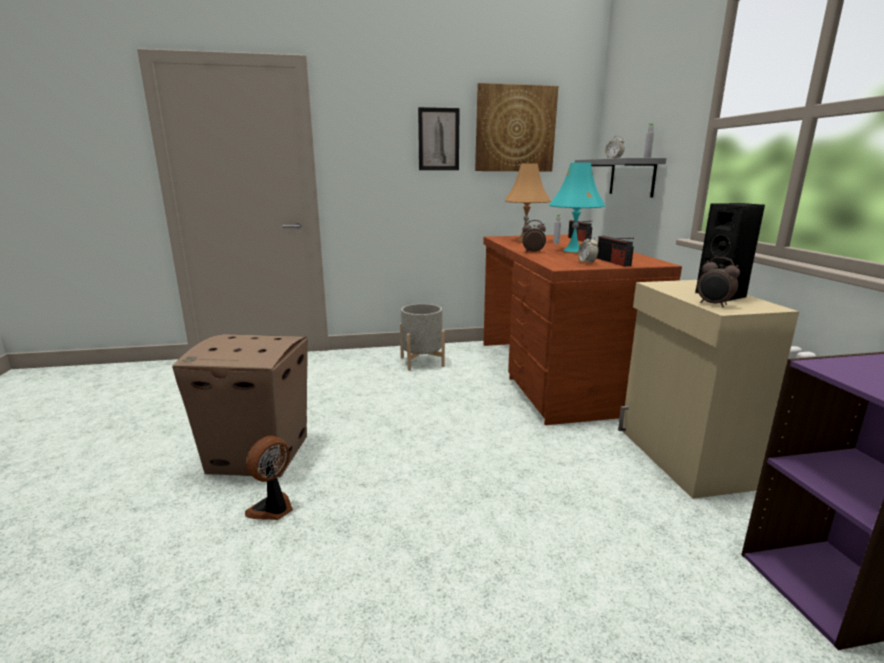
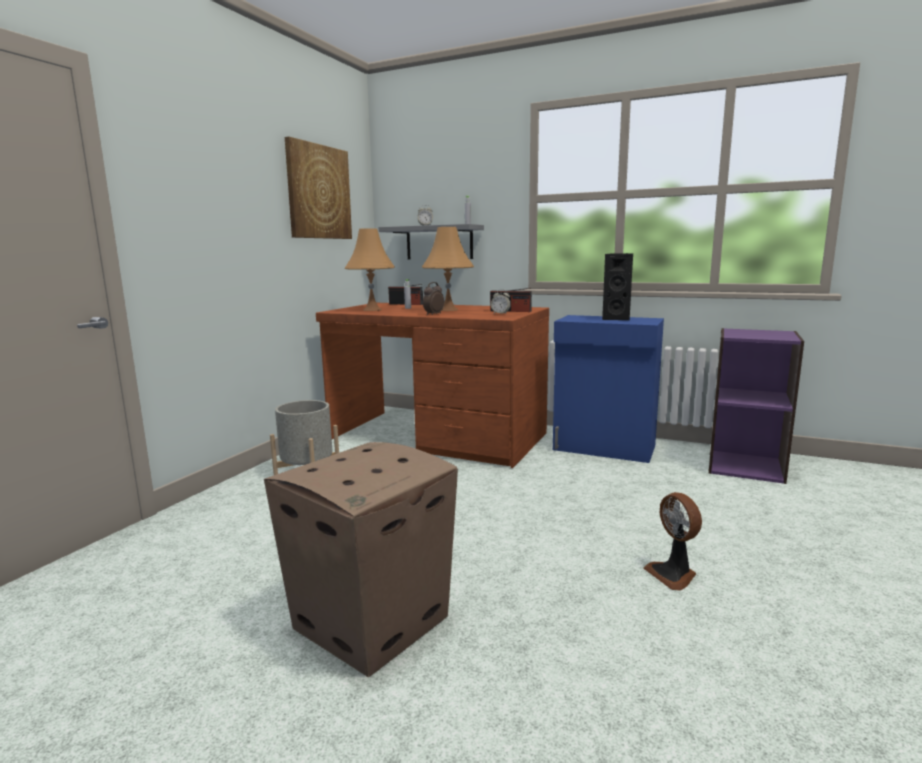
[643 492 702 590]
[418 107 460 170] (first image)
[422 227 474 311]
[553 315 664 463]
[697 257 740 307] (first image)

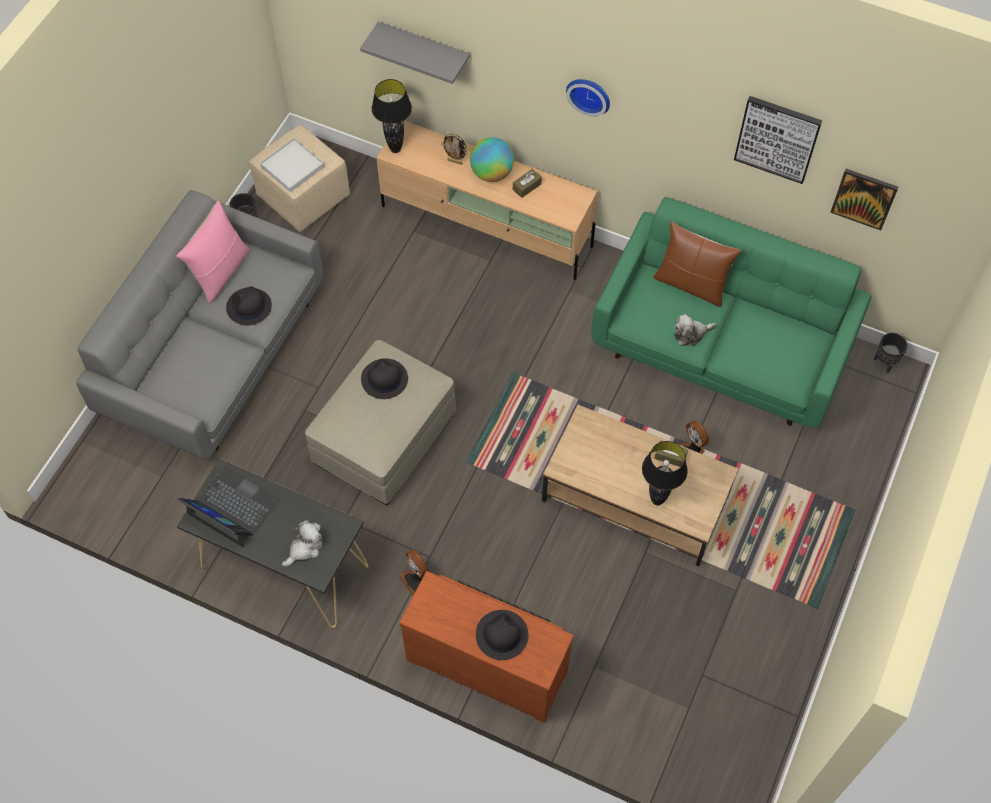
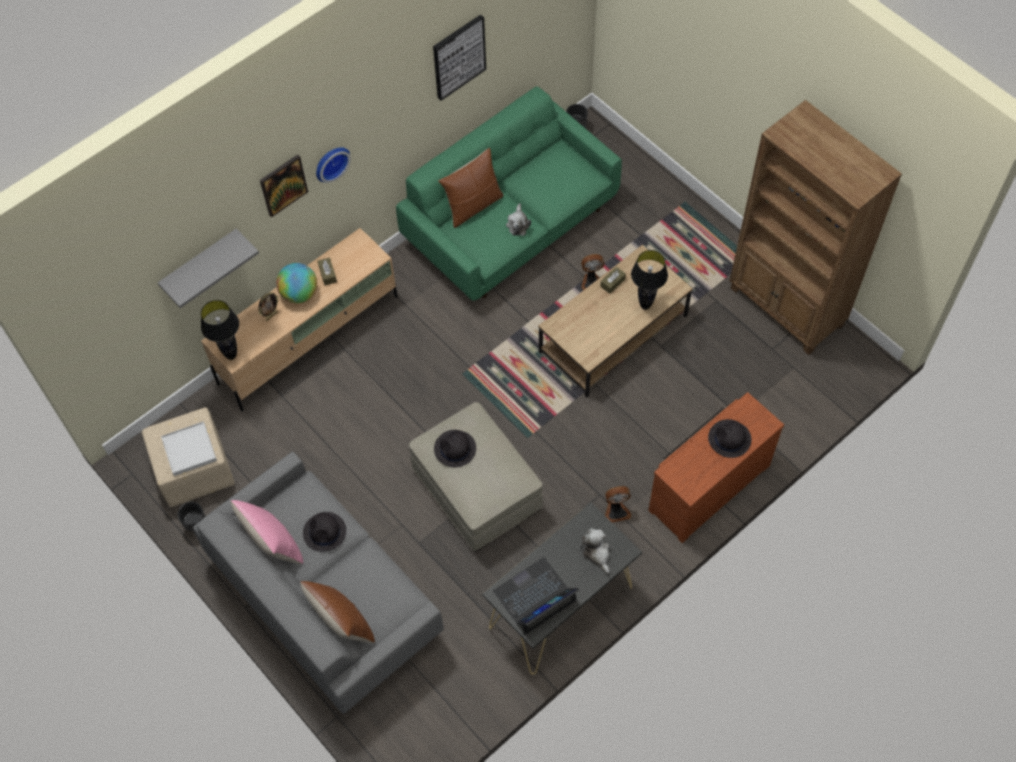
[260 155 308 217]
[300 581 375 643]
[730 100 902 355]

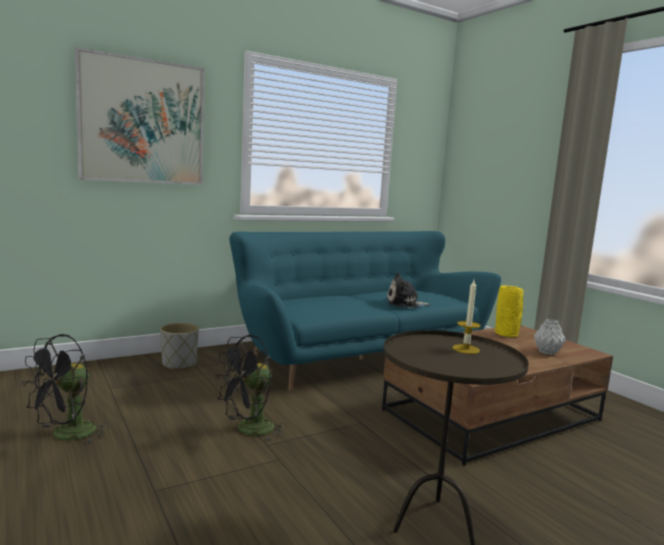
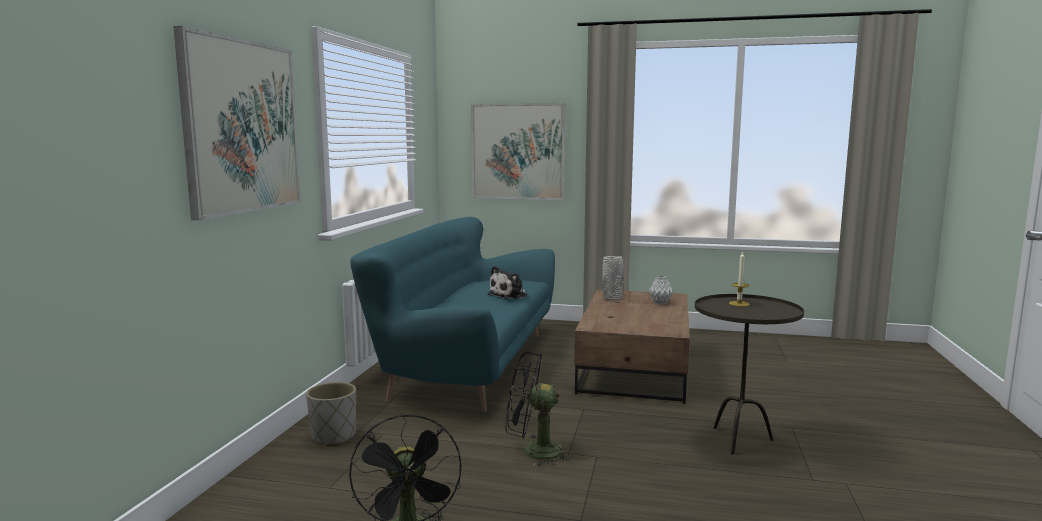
[506 352 573 467]
[602 256 624 300]
[471 103 565 200]

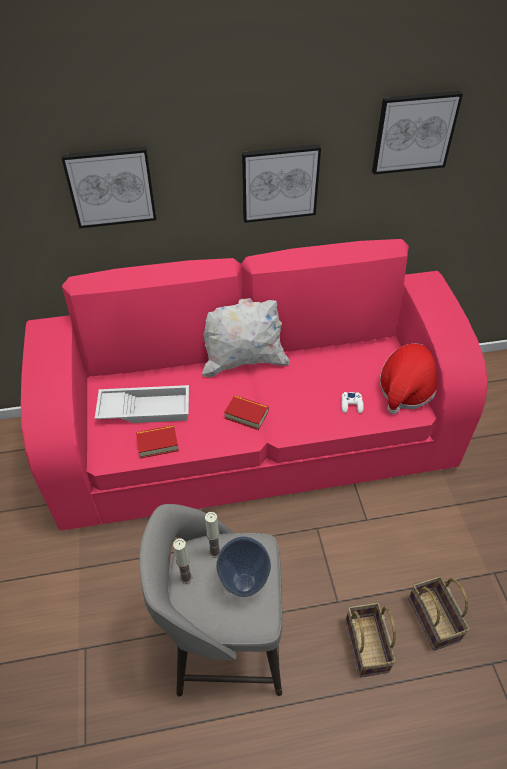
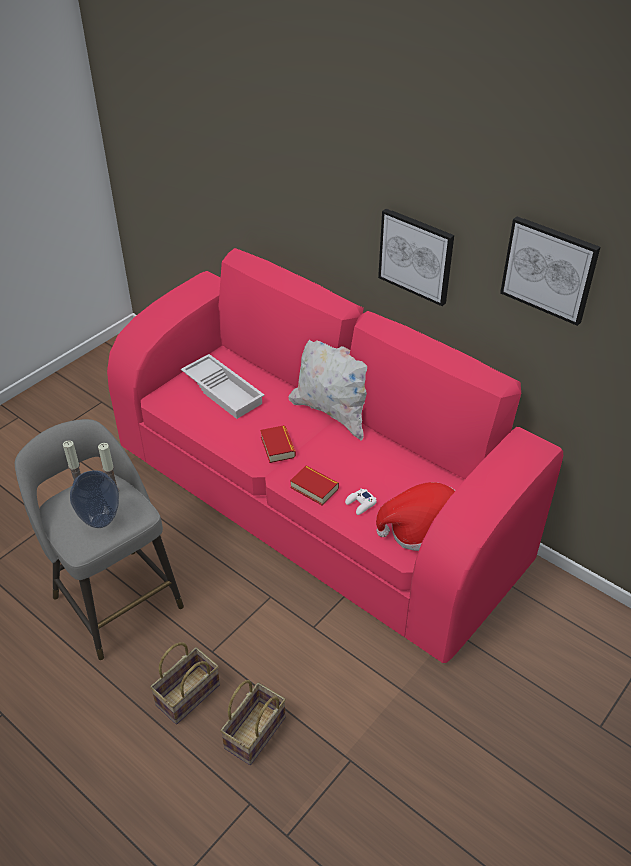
[61 147 156 228] (first image)
[290 466 339 505]

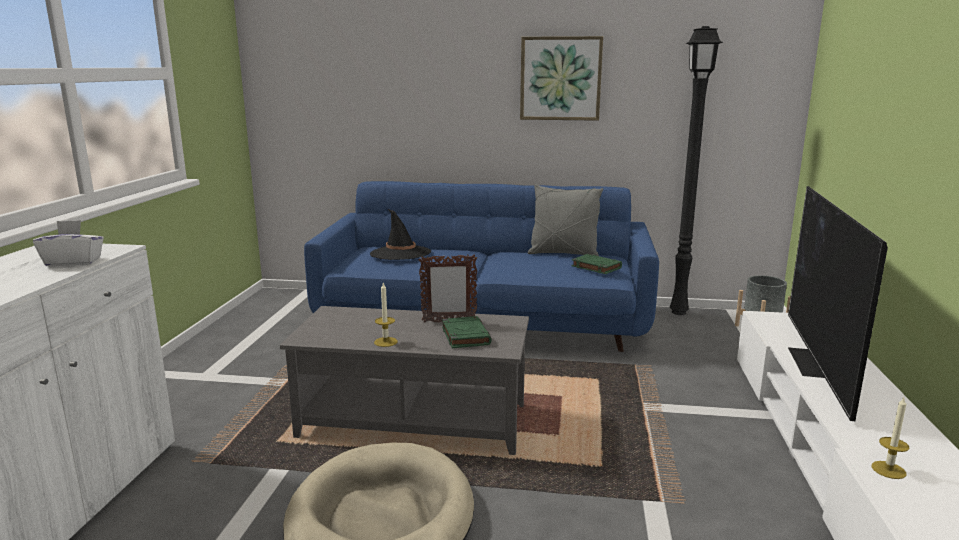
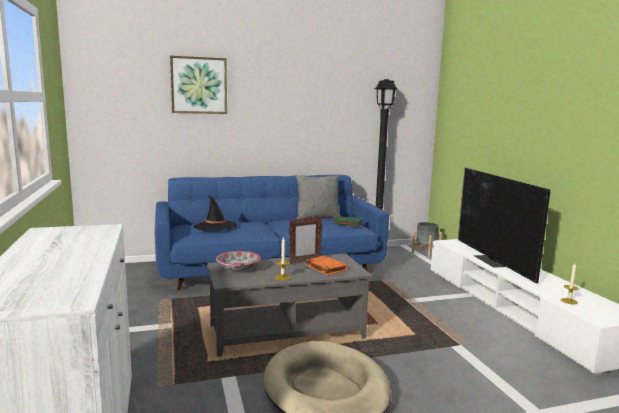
[33 220 104 266] (first image)
[306 256 348 275]
[170 56 227 114]
[216 251 261 271]

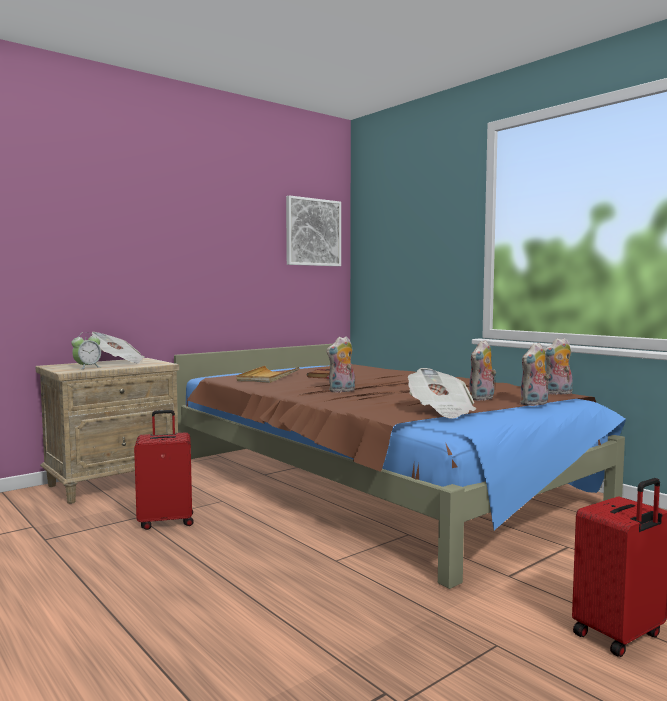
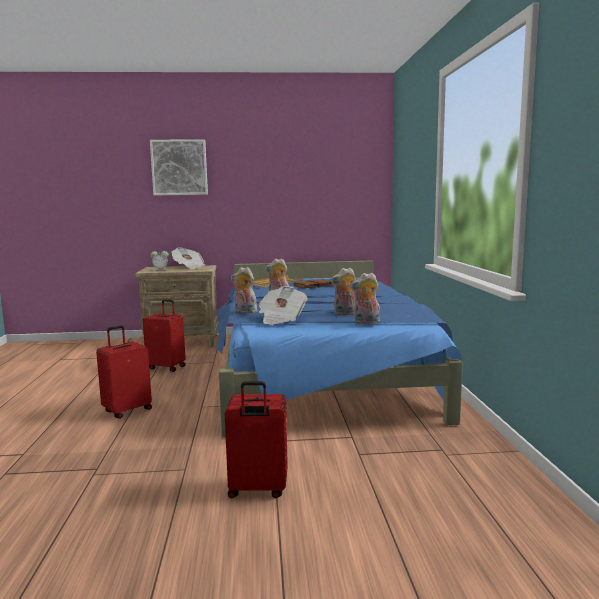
[216 260 463 437]
[150 139 208 196]
[231 267 258 313]
[96 325 152 419]

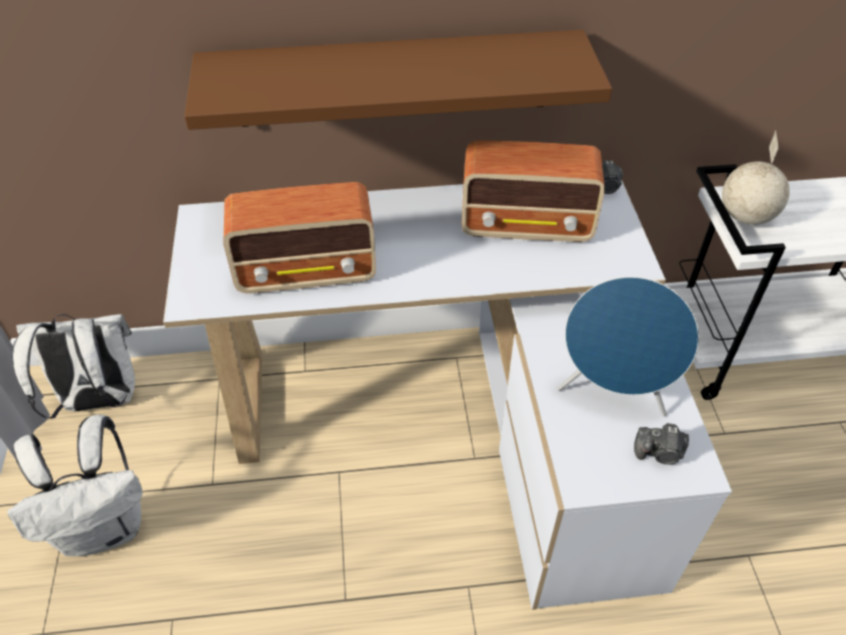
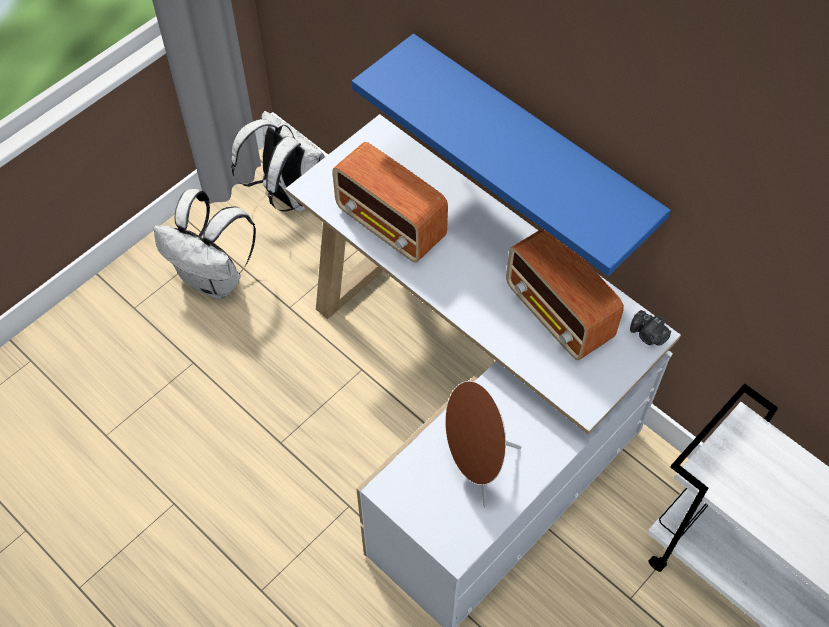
[352 34 671 276]
[445 381 521 507]
[634 423 689 465] (first image)
[722 131 790 225] (first image)

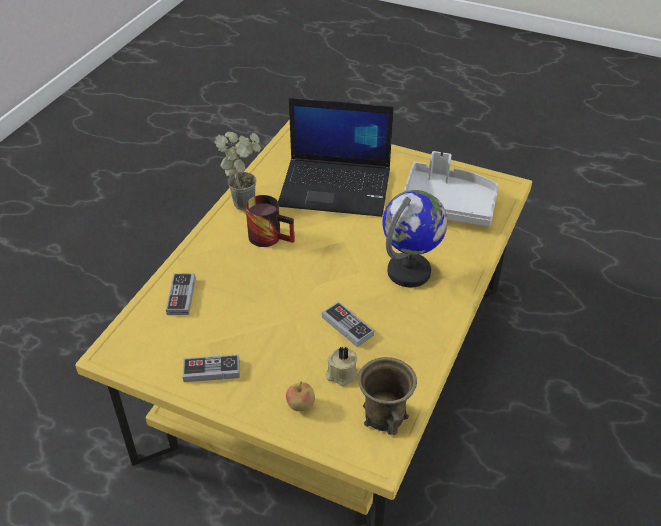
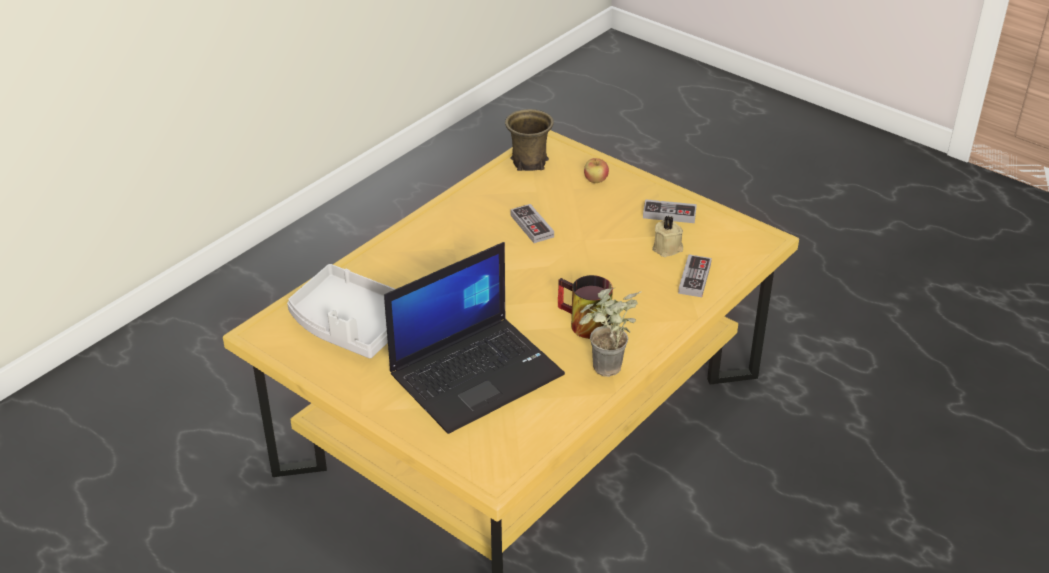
[384 242 565 434]
[652 216 683 257]
[383 190 448 287] (first image)

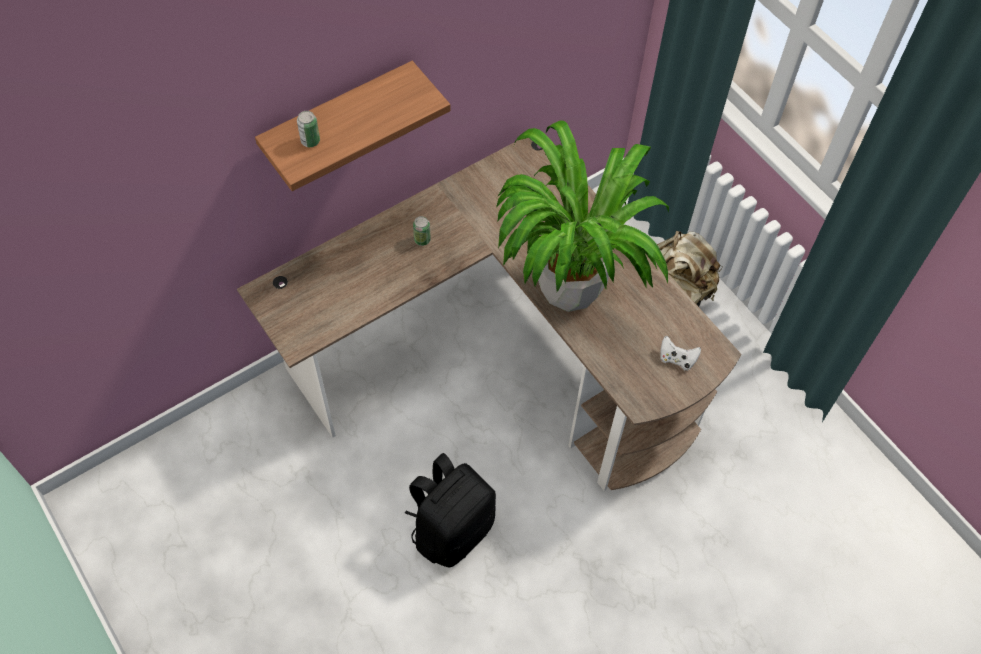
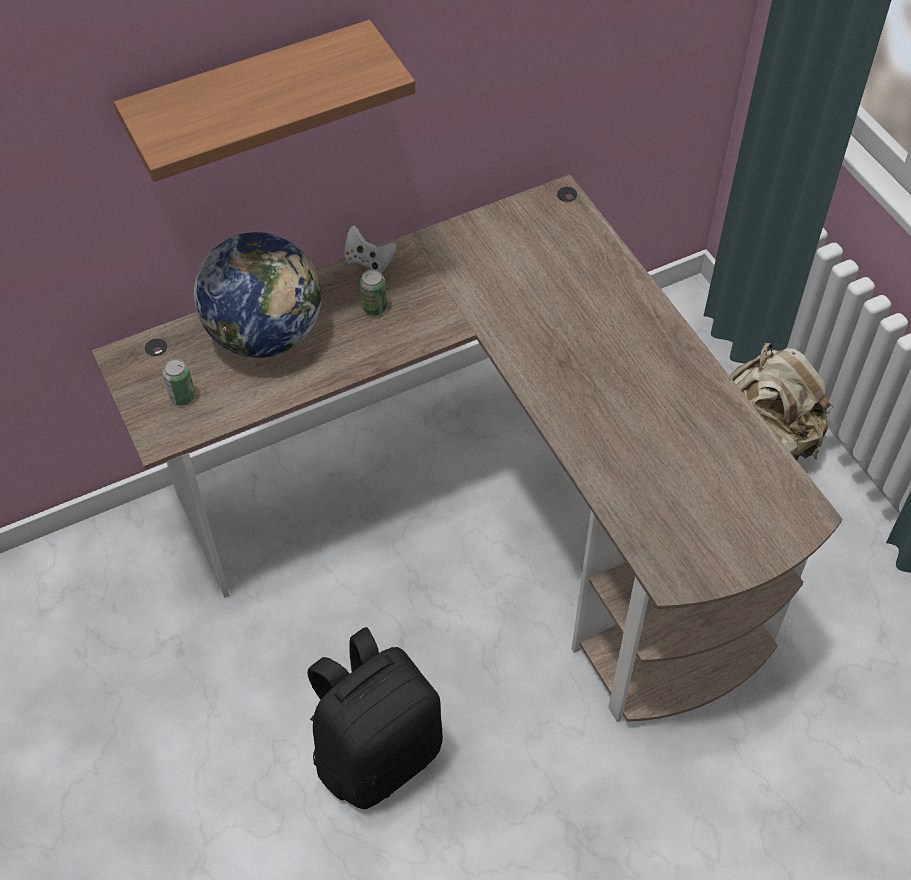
[163 358 195 405]
[496 120 669 312] (first image)
[345 225 397 274]
[194 232 321 358]

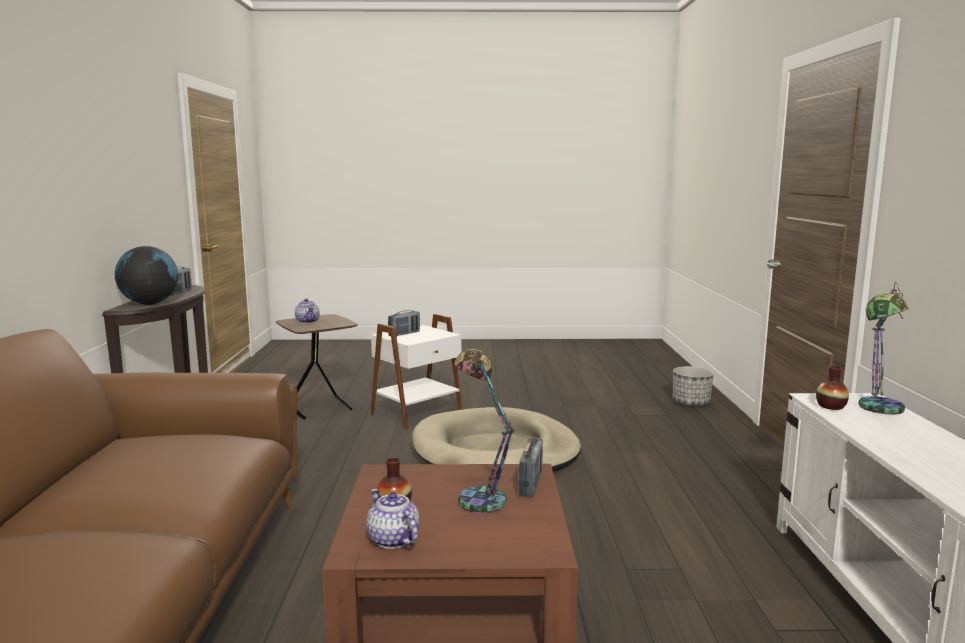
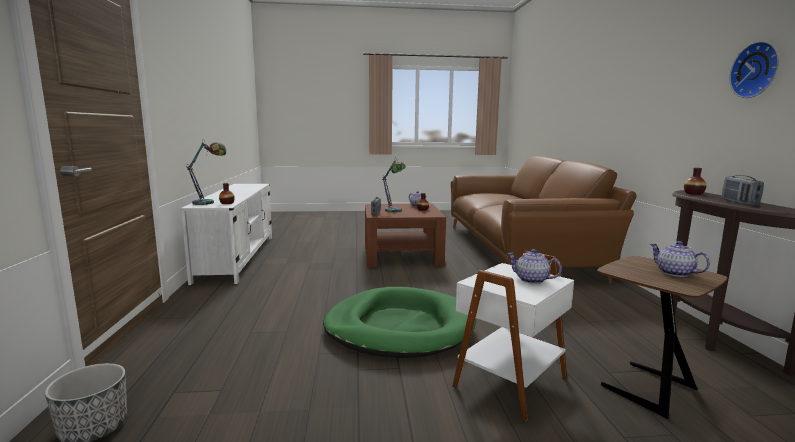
[684 168 706 195]
[507 249 562 284]
[323 287 476 358]
[729 41 779 98]

